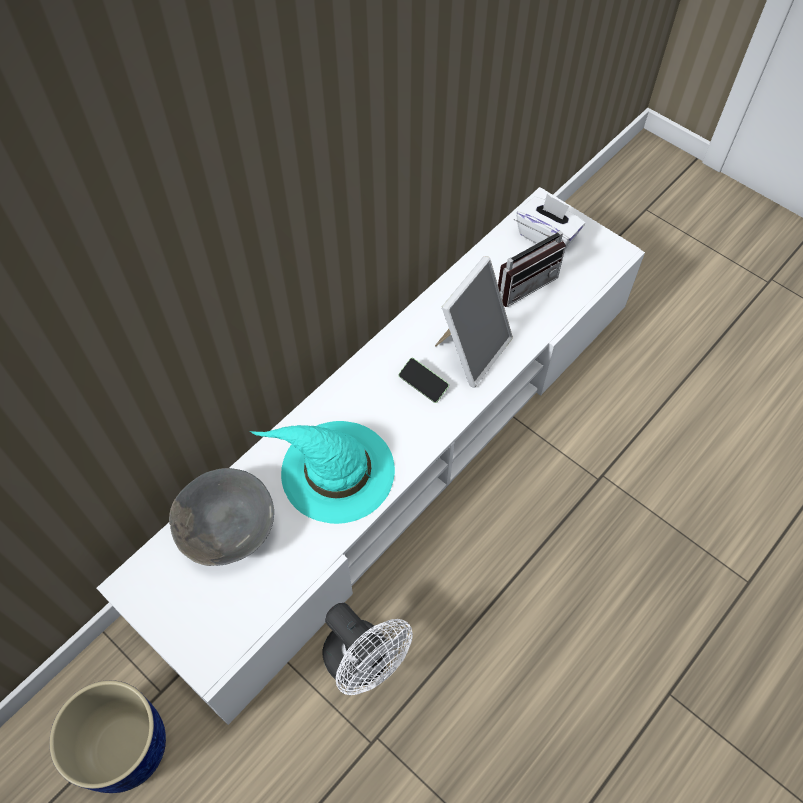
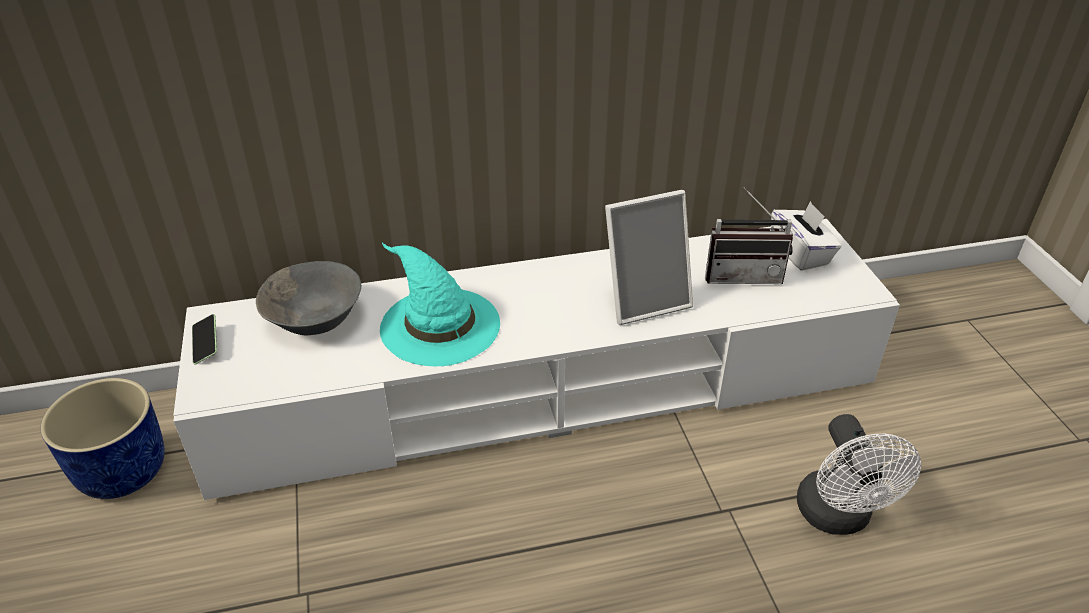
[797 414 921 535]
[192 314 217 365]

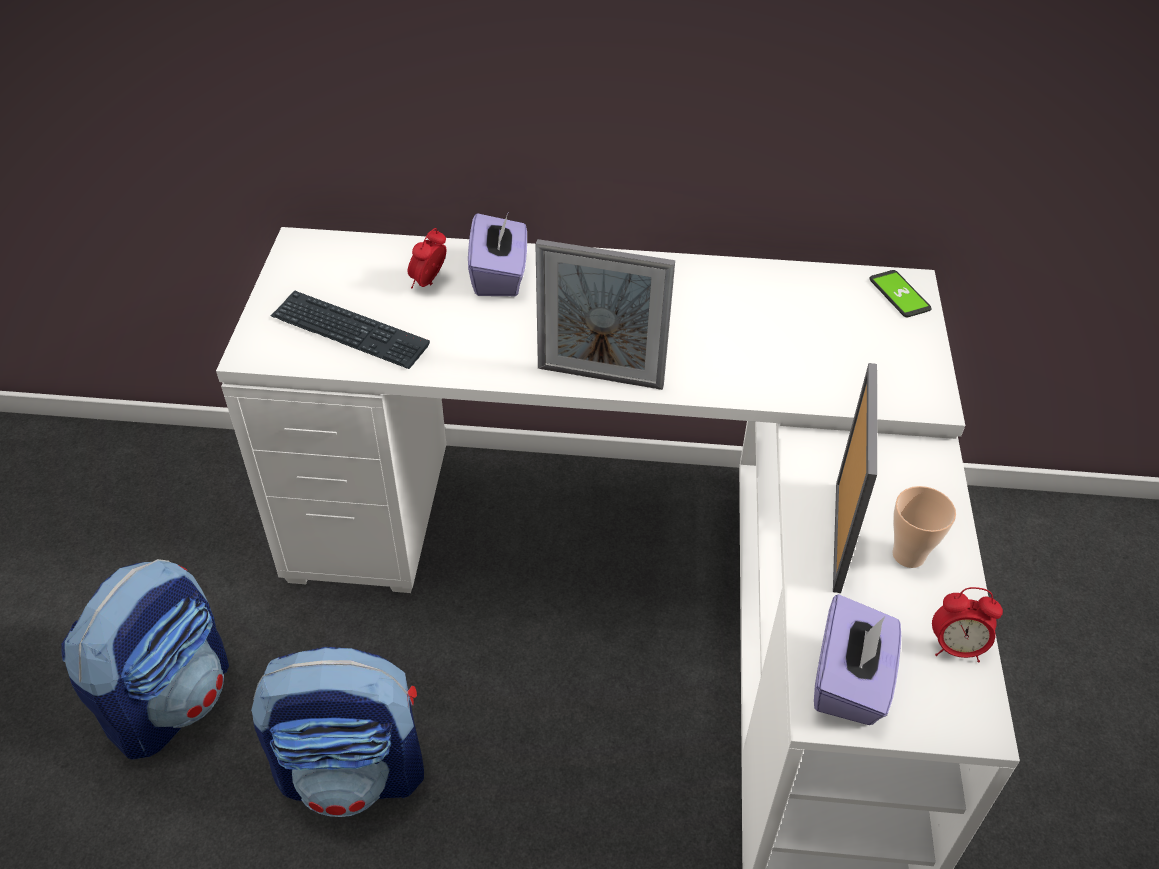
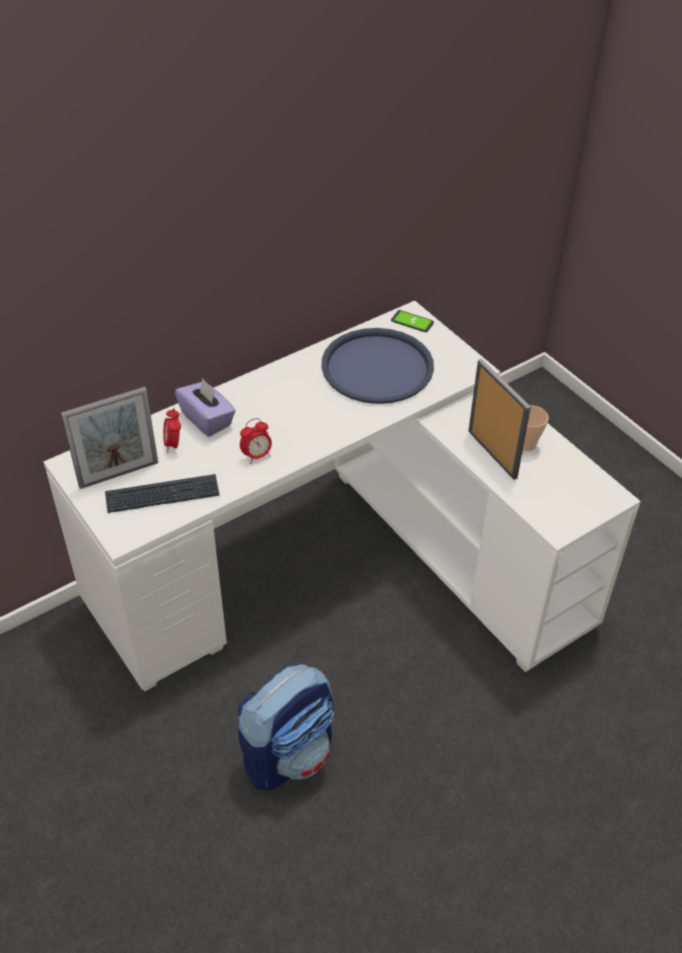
[61 559 229 760] (first image)
[61 387 158 489]
[814 594 901 725] (first image)
[240 418 272 464]
[322 328 434 404]

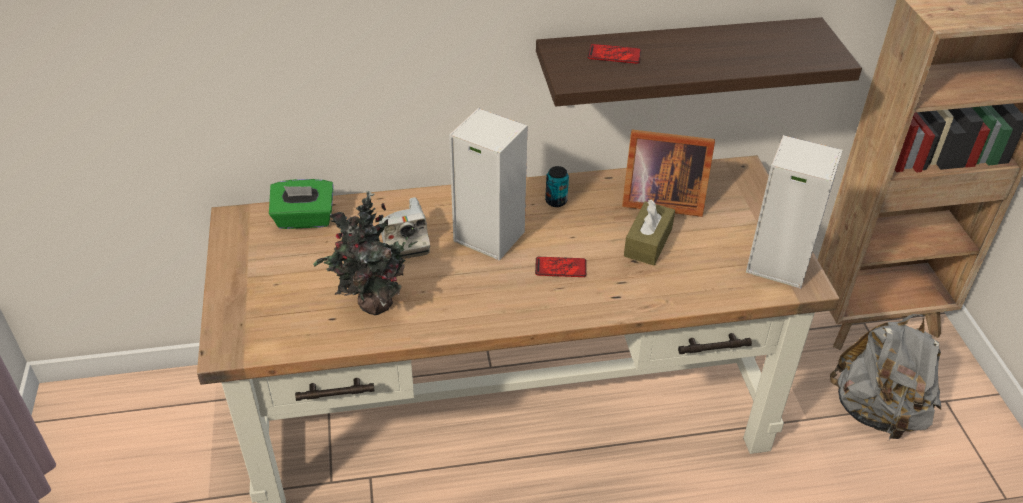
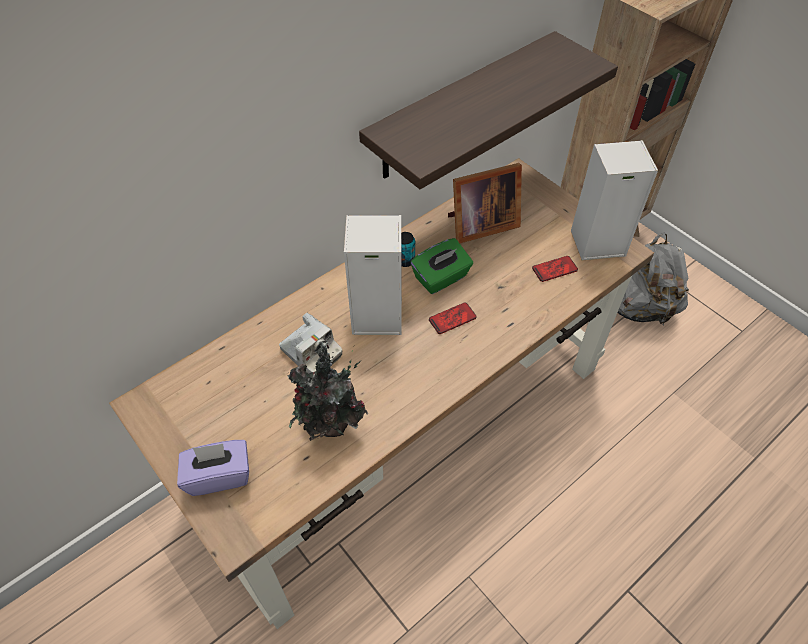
[411 238 473 294]
[532 256 578 282]
[624 200 675 265] (first image)
[177 440 249 496]

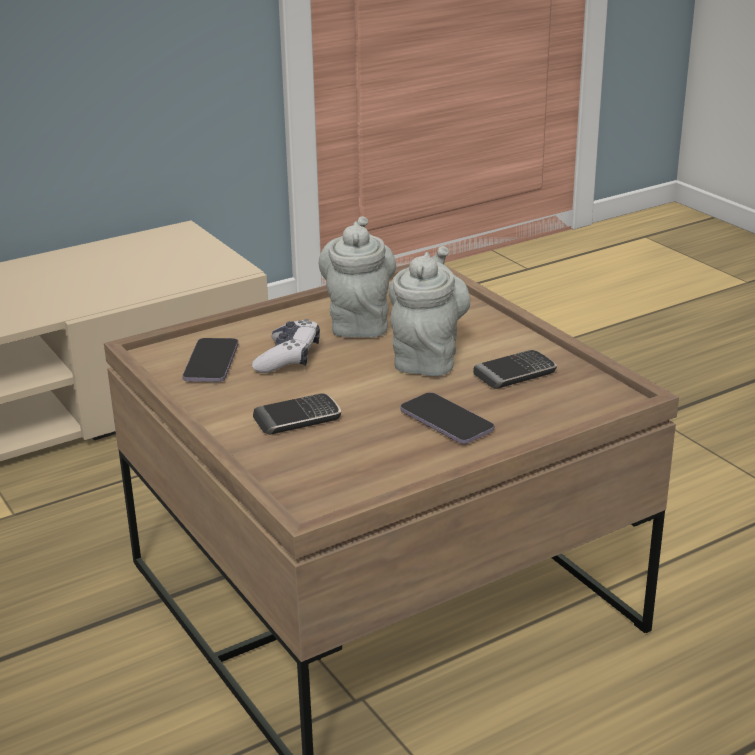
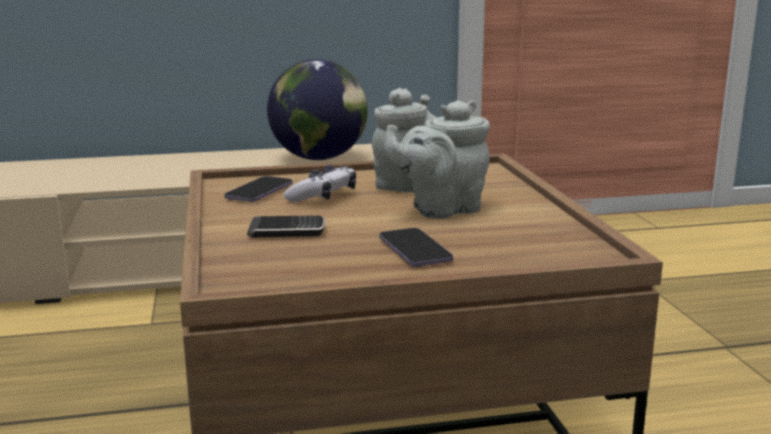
[384 100 490 219]
[473 350 557 389] (first image)
[267 59 368 160]

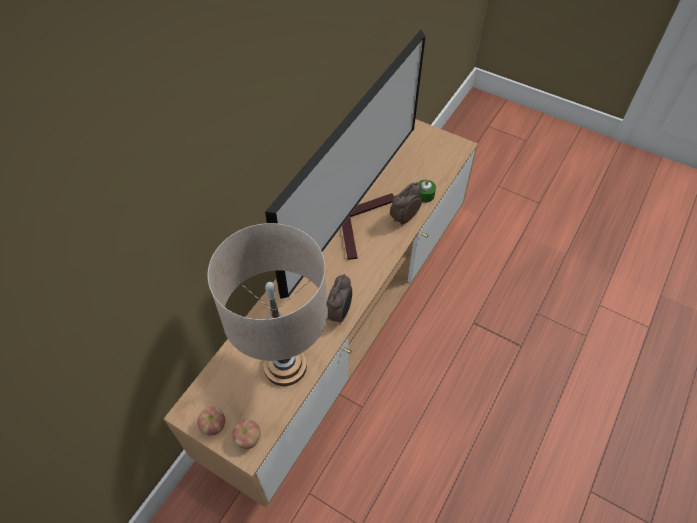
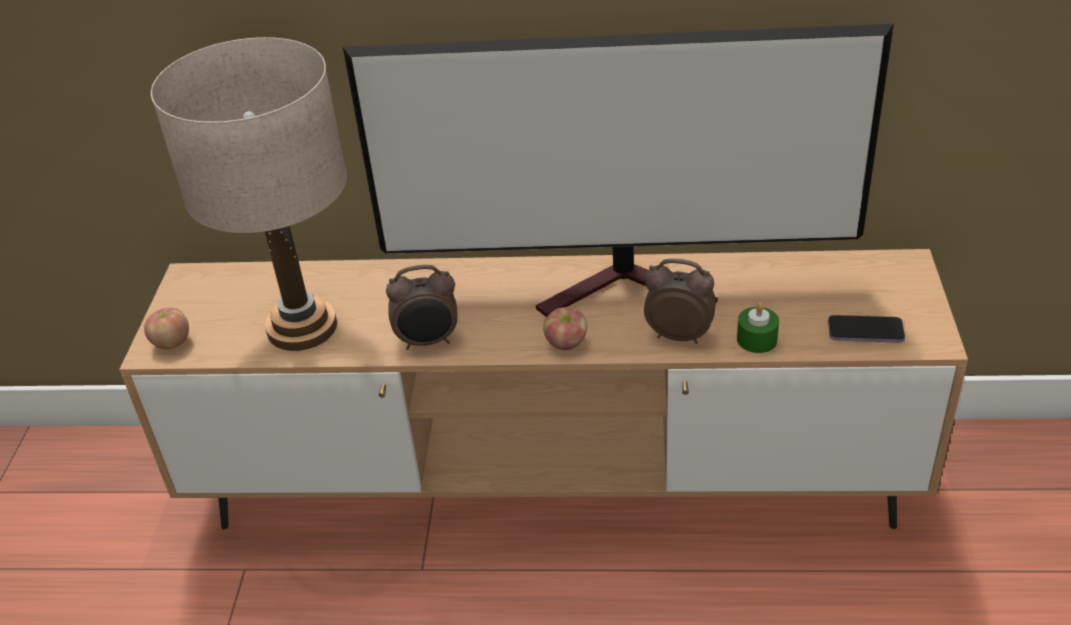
[543 307 587 350]
[828 315 905 343]

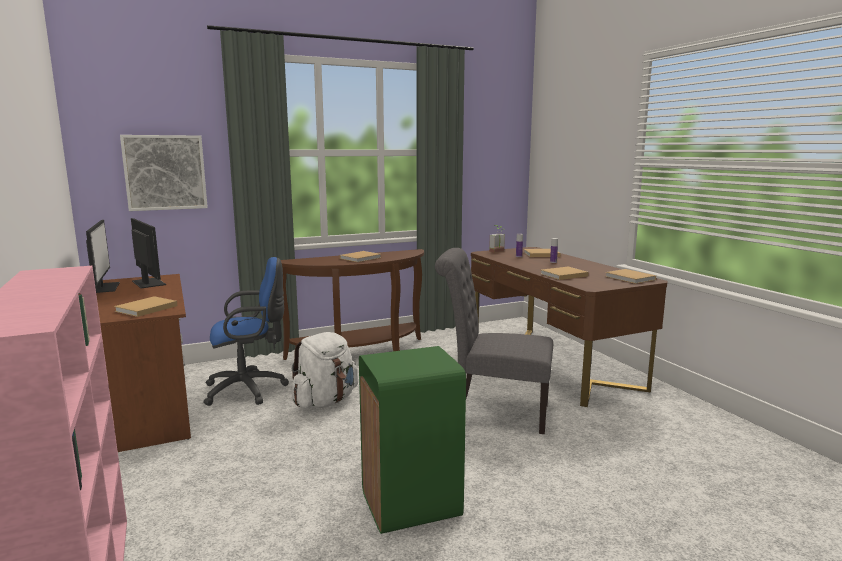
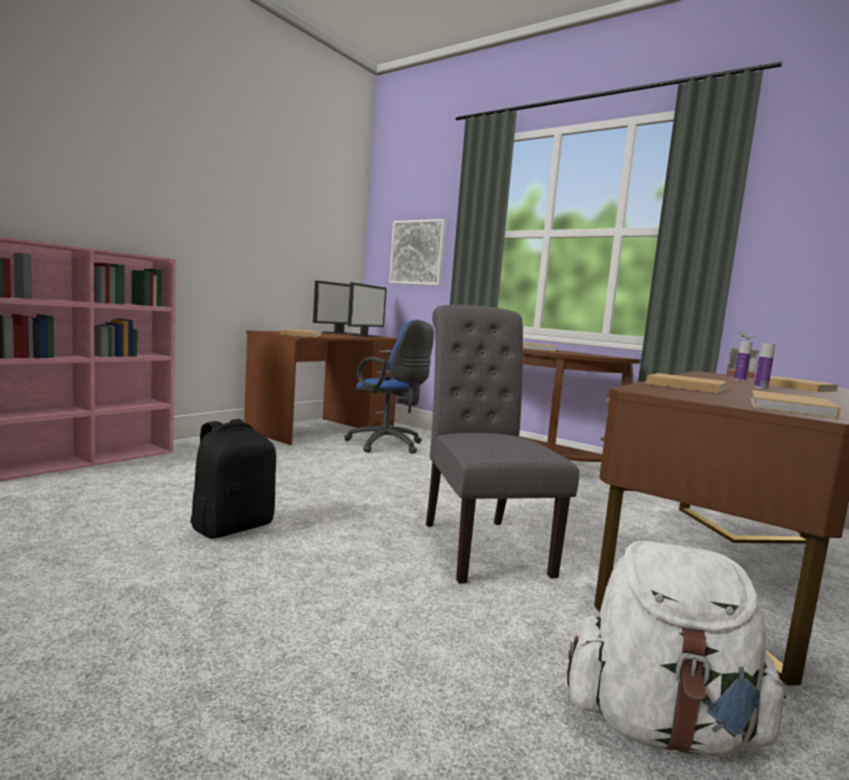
[567 541 787 756]
[190 419 276 539]

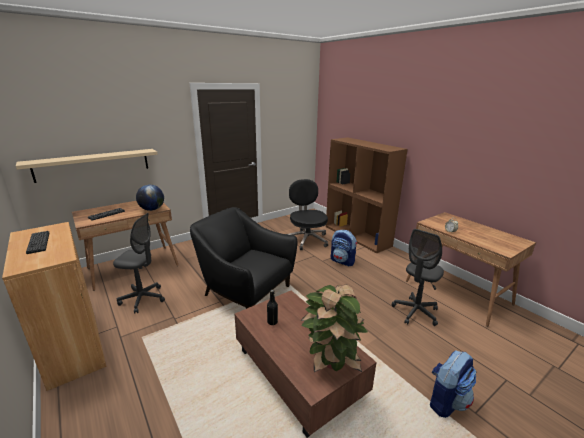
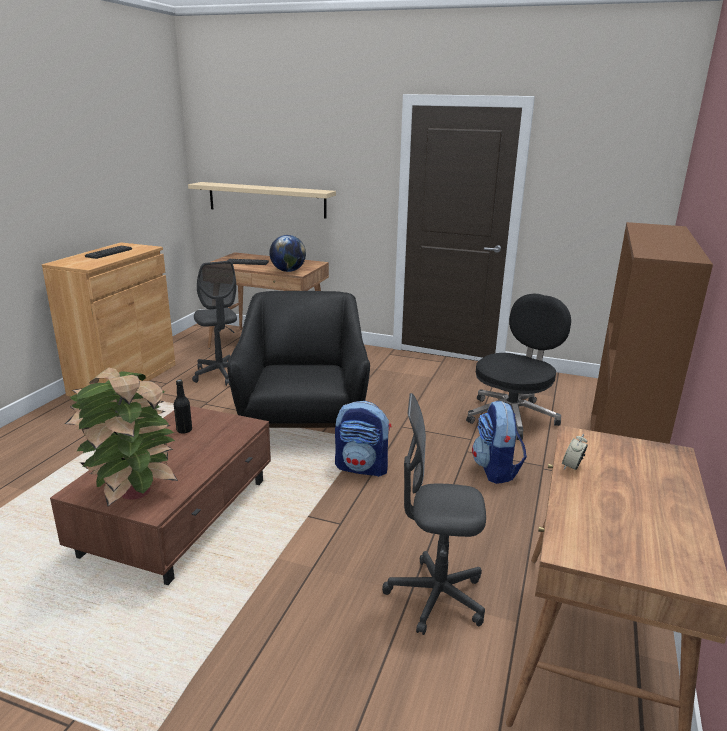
[335 401 391 477]

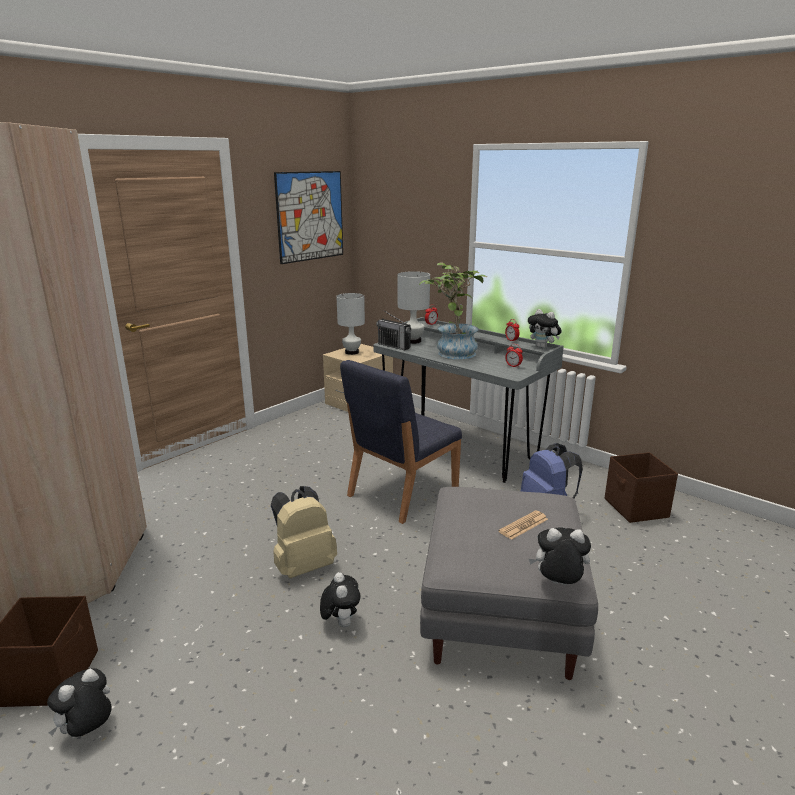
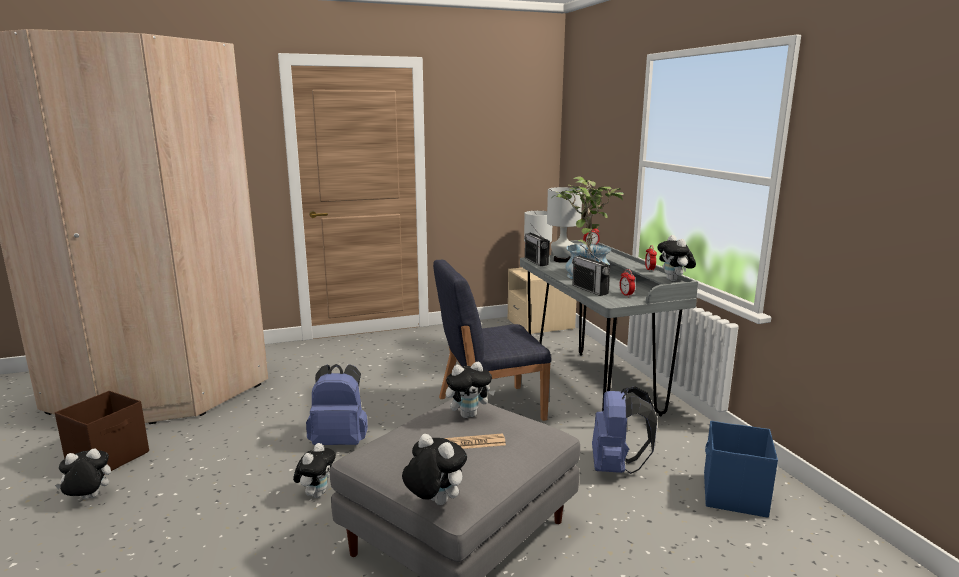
[306 364 368 445]
[274 171 343 264] (first image)
[704 421 778 518]
[446 362 495 418]
[572 244 610 296]

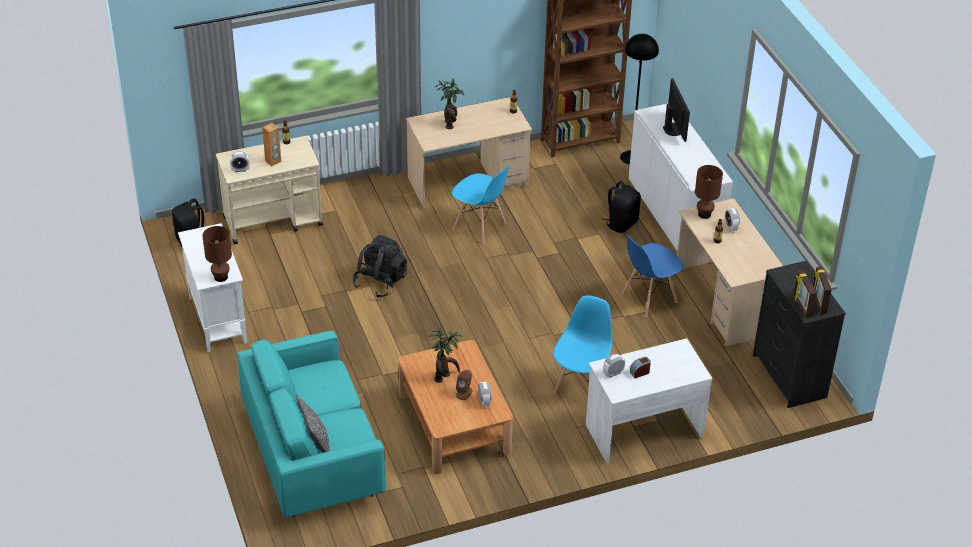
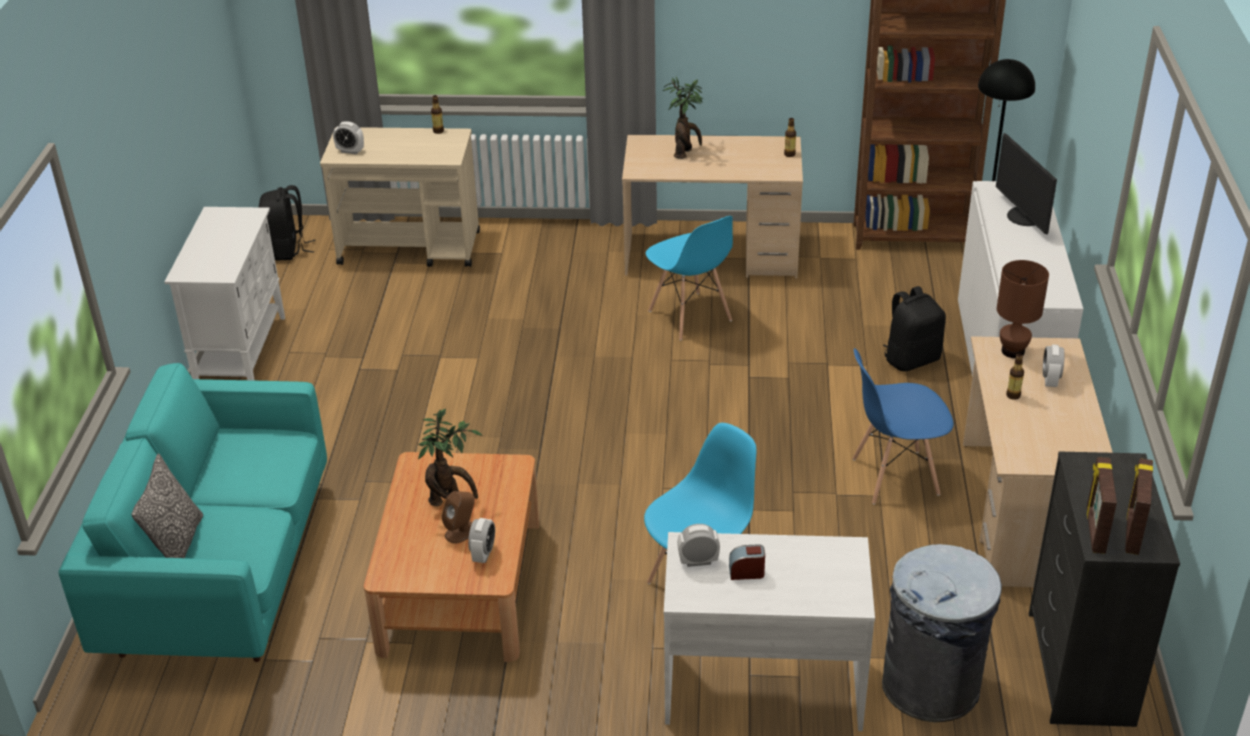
[202 226 232 282] (first image)
[262 123 281 166] (first image)
[353 235 407 298] (first image)
[996 133 1057 235]
[882 544 1002 722]

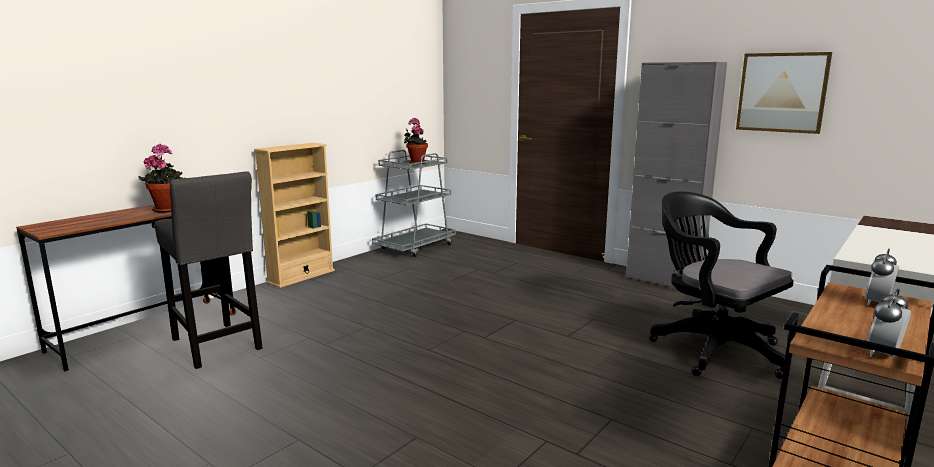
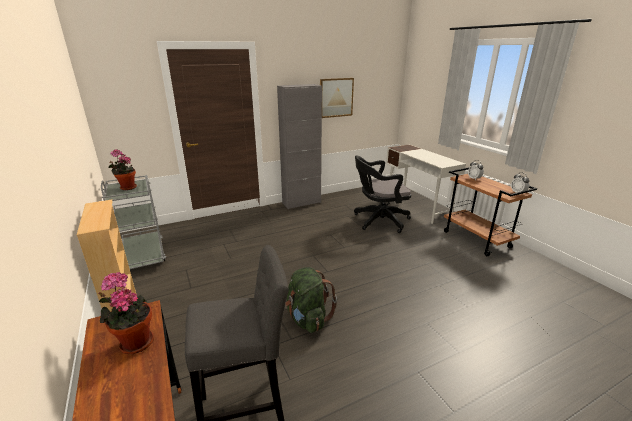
[285 267 337 333]

